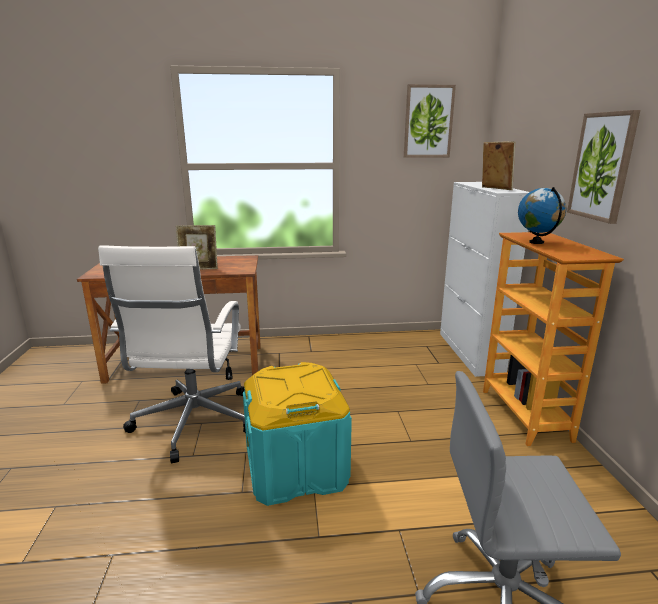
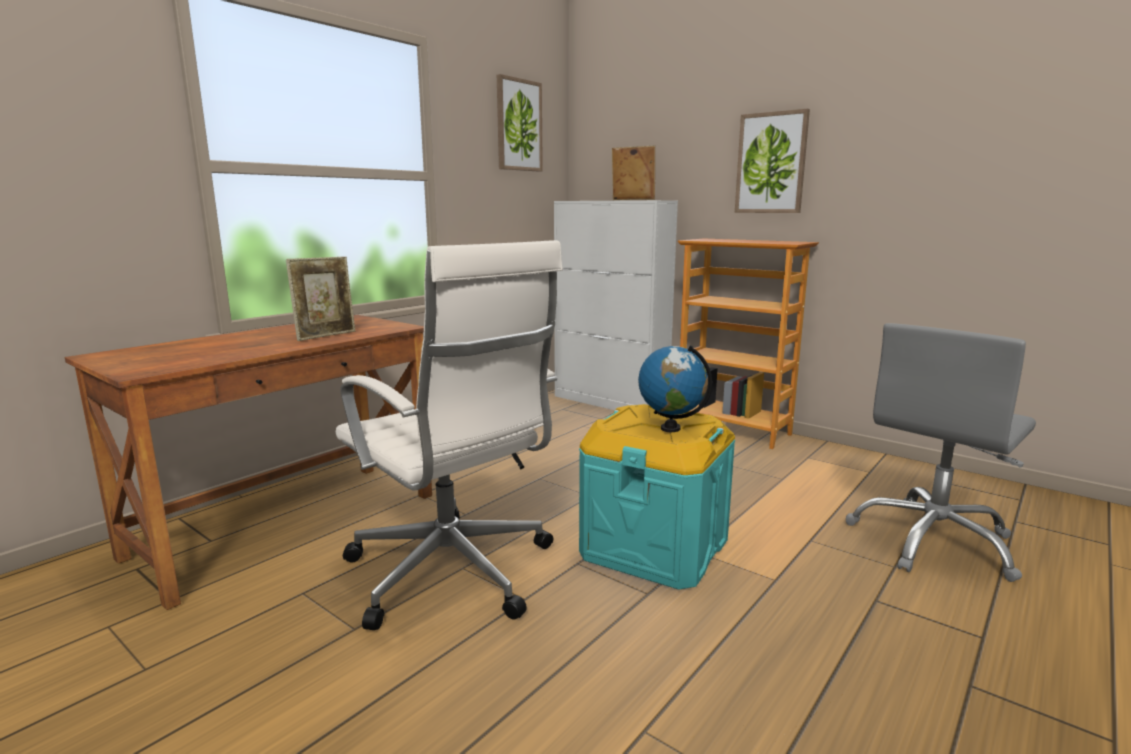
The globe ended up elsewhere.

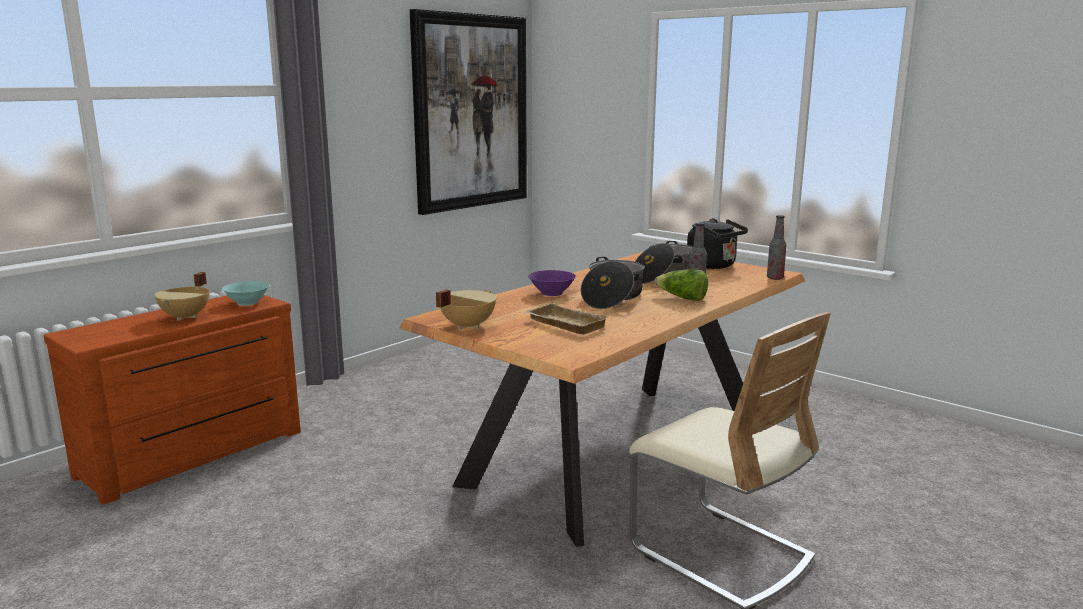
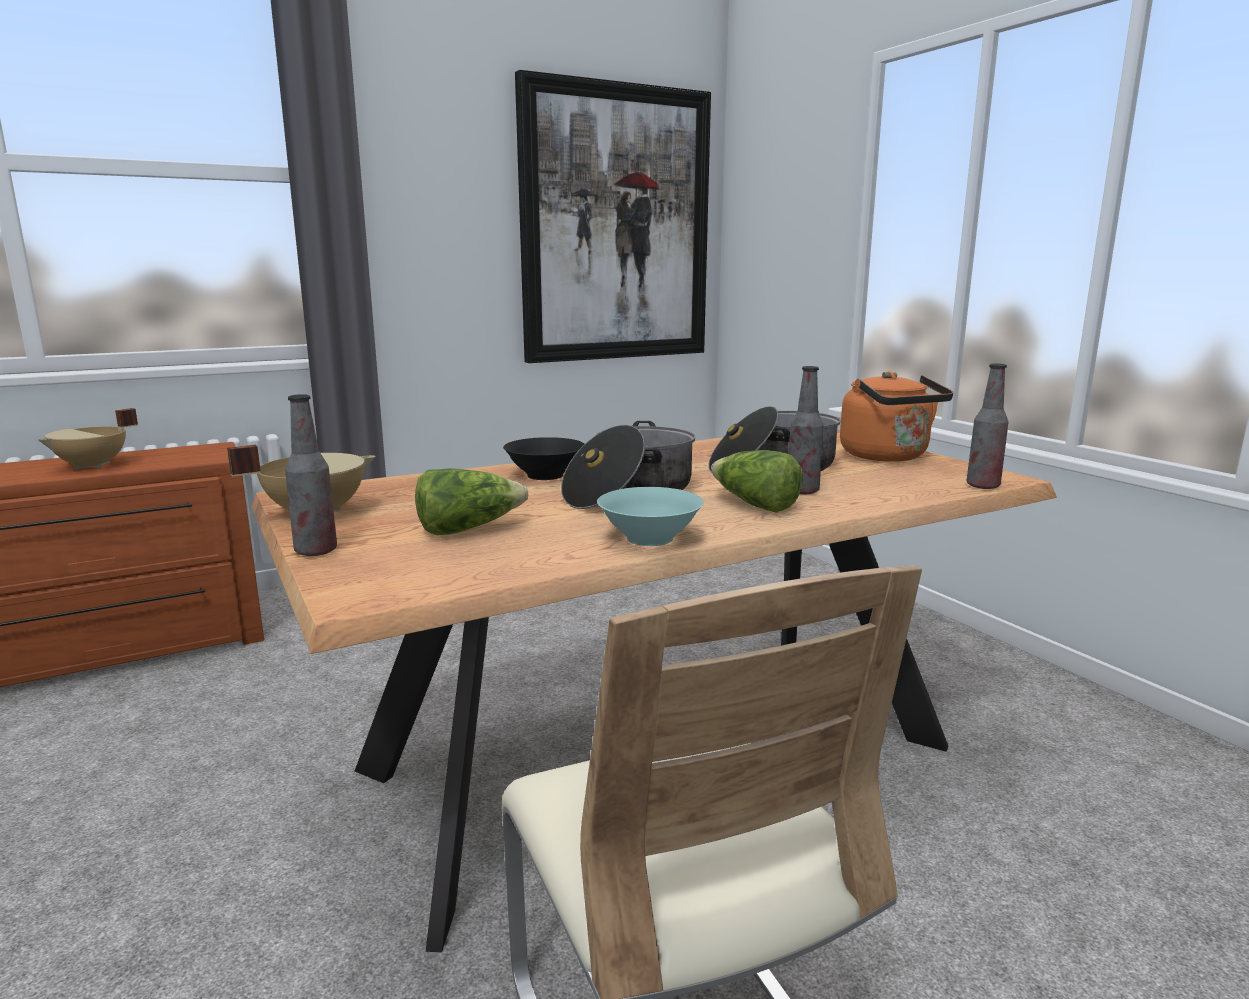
The second view gained the bottle (no. 1 from left).
The turquoise bowl ended up elsewhere.
Where the beige tray stood, the lettuce (no. 1 from left) came to stand.
What was the purple bowl turned into the black bowl.
What was the black kettle turned into the orange kettle.

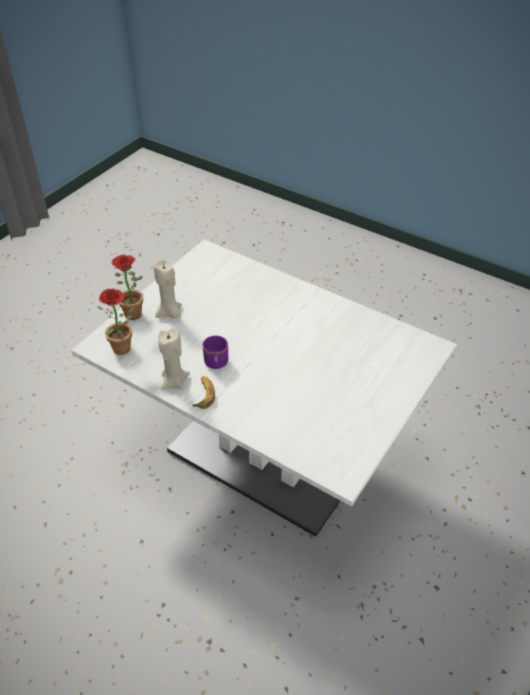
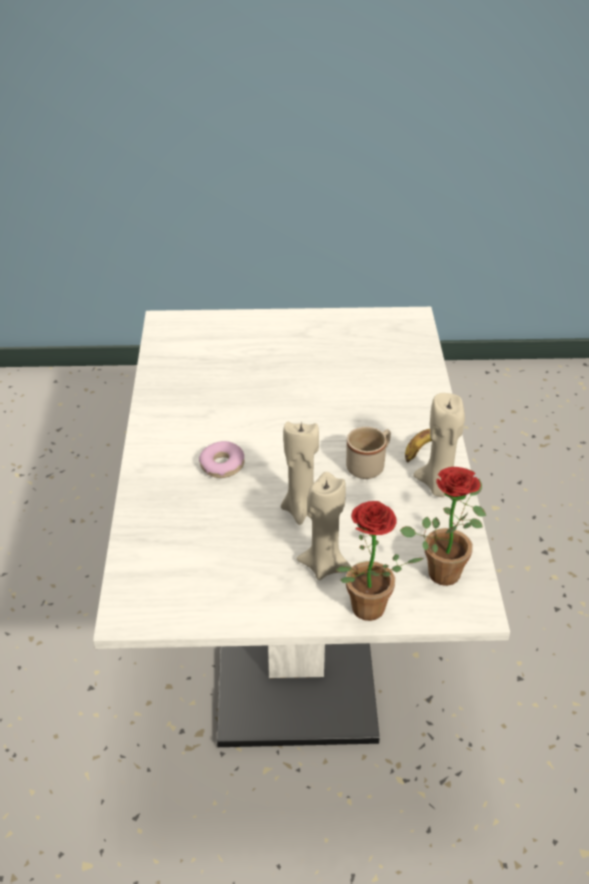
The second view gained the donut.
The second view gained the beige candle (no. 1 from left).
What was the purple mug turned into the beige mug.

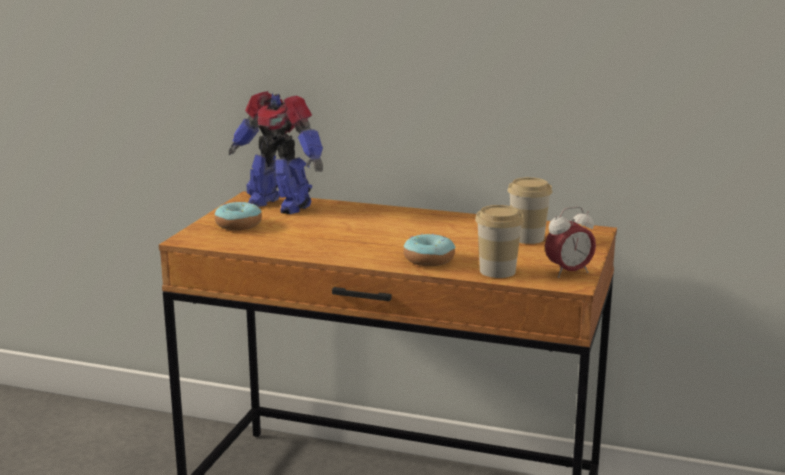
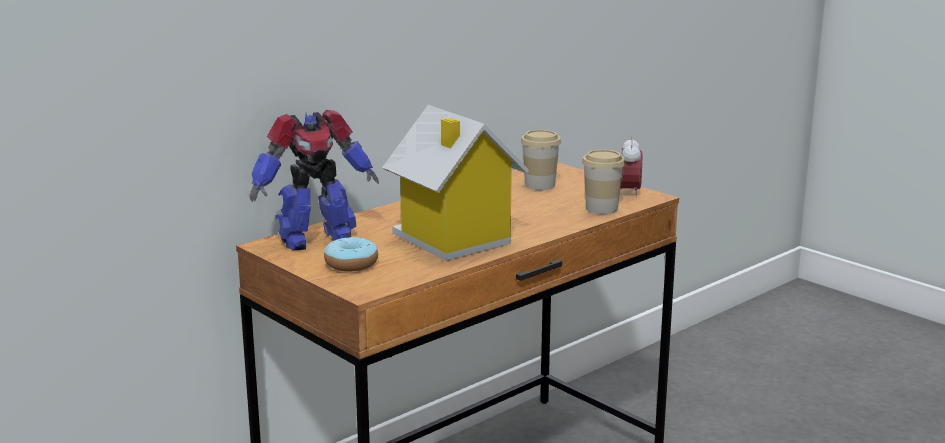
The second view lost the donut (no. 2 from left).
The second view gained the toy house.

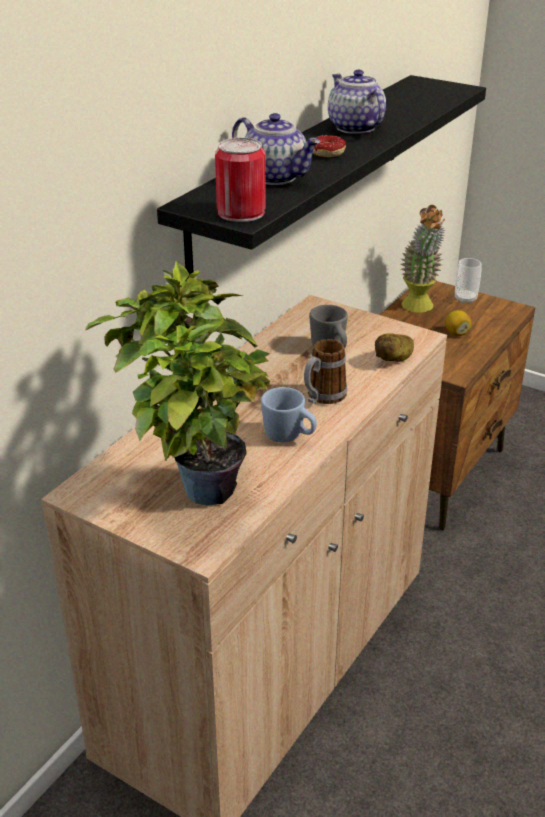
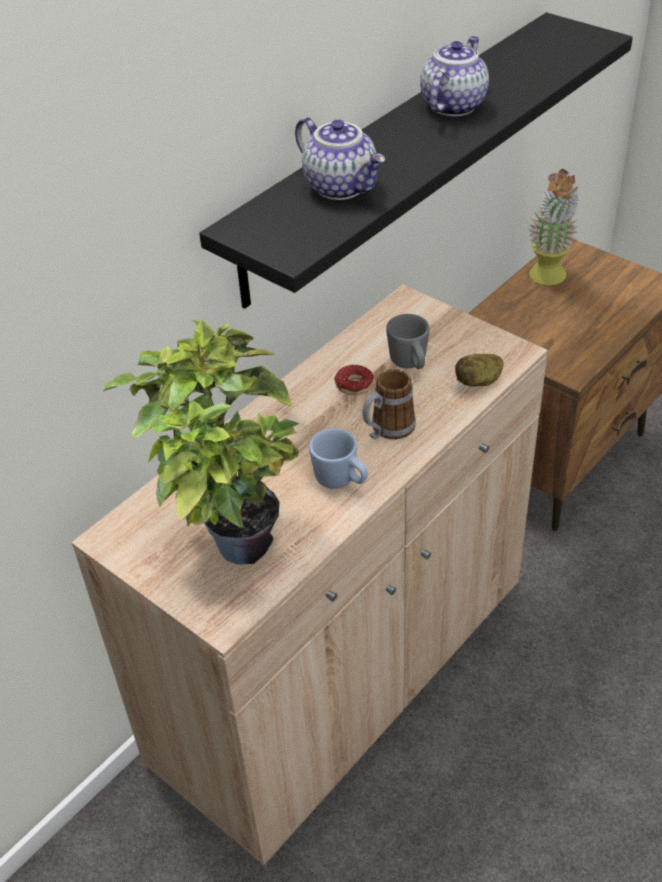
The second view lost the can.
The second view lost the lemon.
The second view lost the cup.
The donut ended up elsewhere.
The teapot (no. 2 from left) ended up facing another way, 45 degrees clockwise from before.

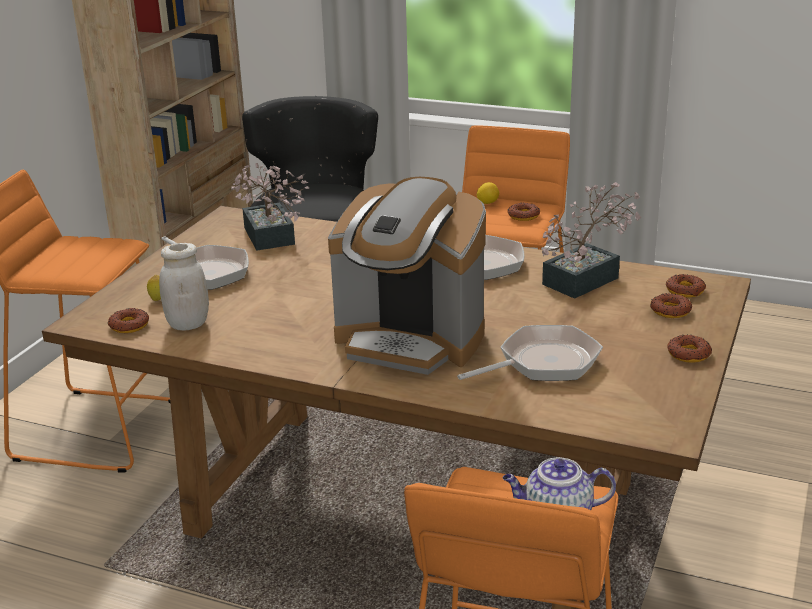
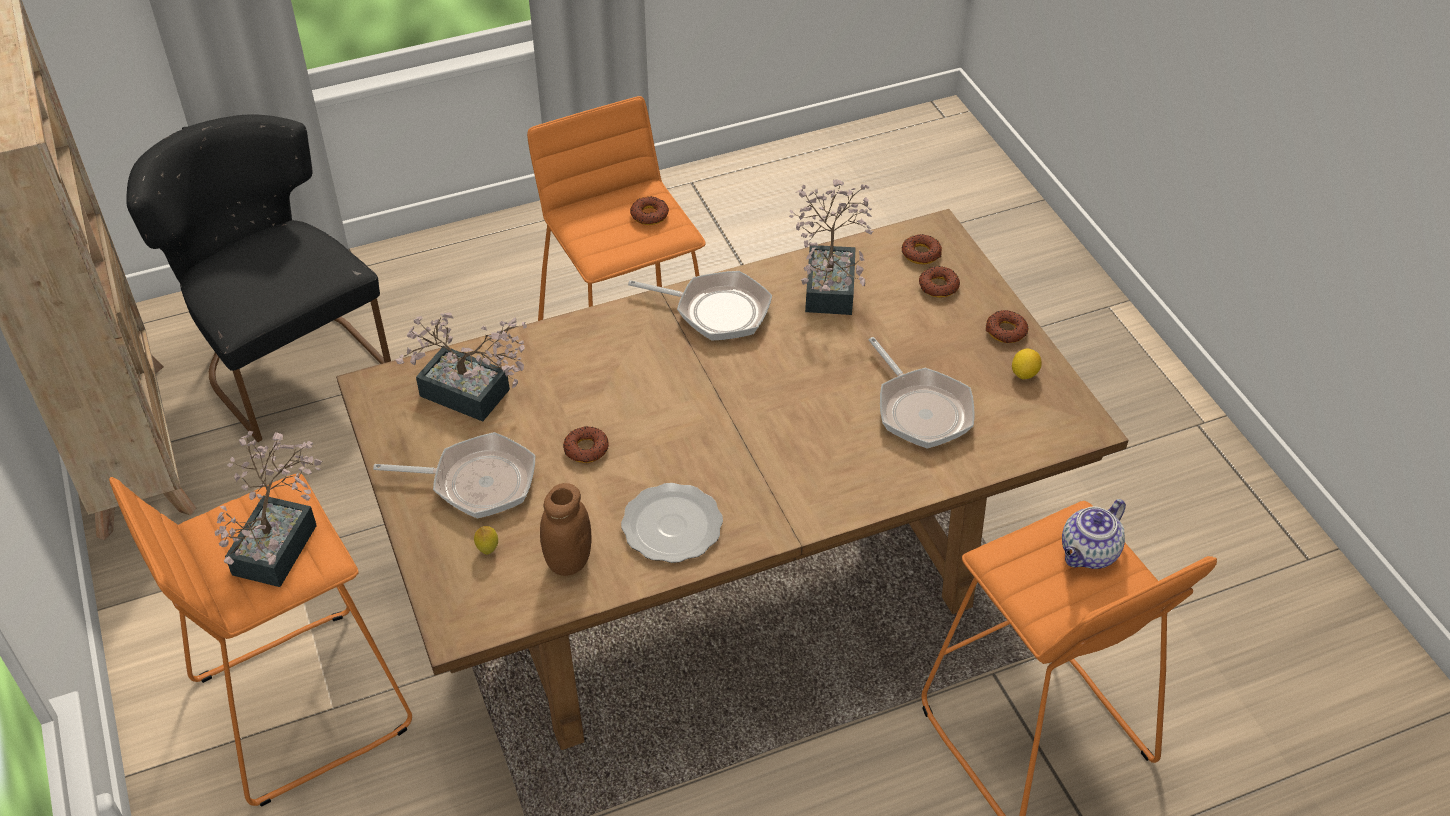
The second view lost the coffee machine.
The second view gained the potted plant (no. 1 from left).
The second view gained the plate.
The donut (no. 1 from left) ended up elsewhere.
The lemon (no. 2 from left) ended up elsewhere.
What was the white jar turned into the brown jar.
The frying pan (no. 3 from left) ended up facing another way, 135 degrees clockwise from before.

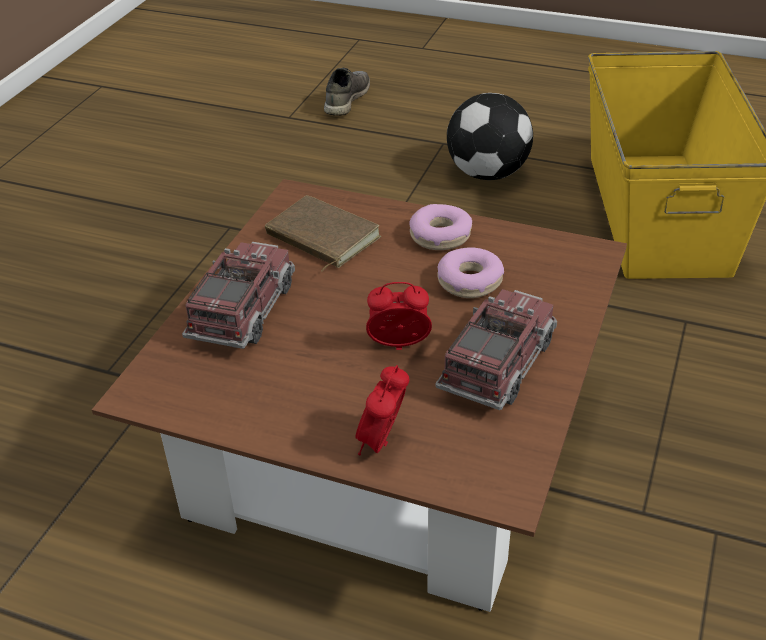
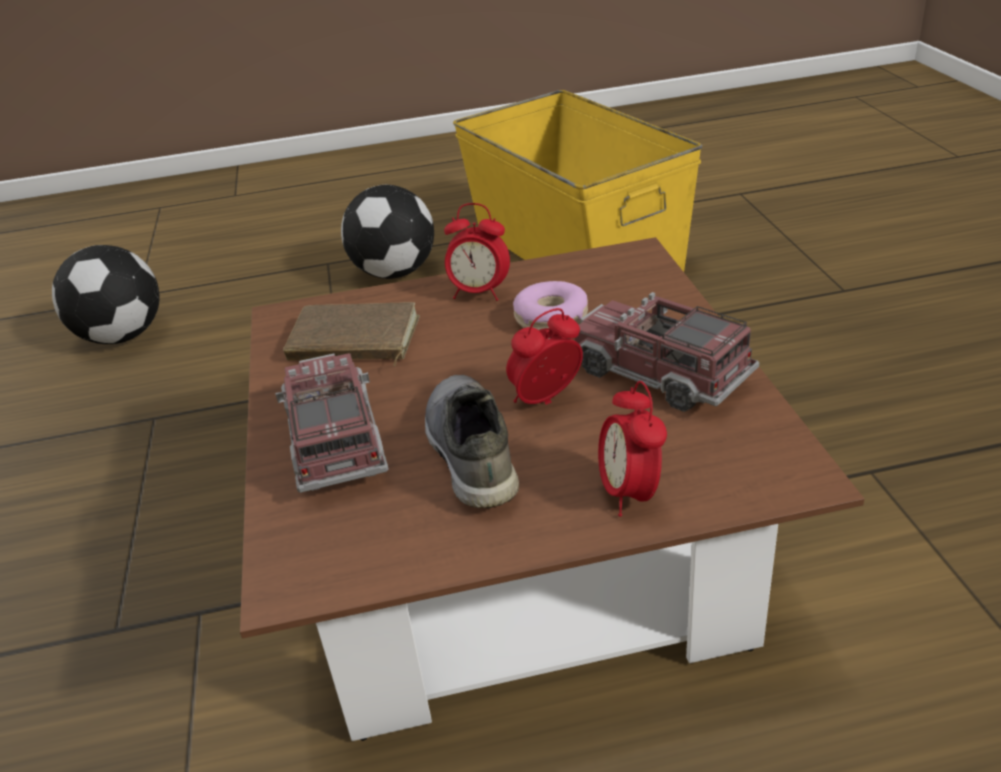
The second view gained the football (no. 1 from left).
The grey shoe ended up elsewhere.
Where the donut (no. 1 from left) stood, the alarm clock (no. 1 from left) came to stand.
The toy truck (no. 2 from left) ended up facing another way, 45 degrees counterclockwise from before.

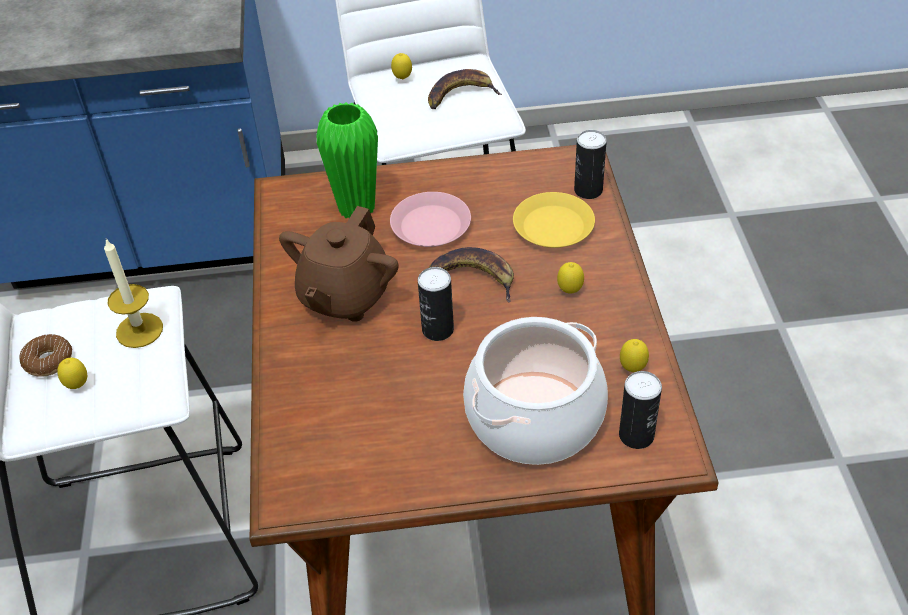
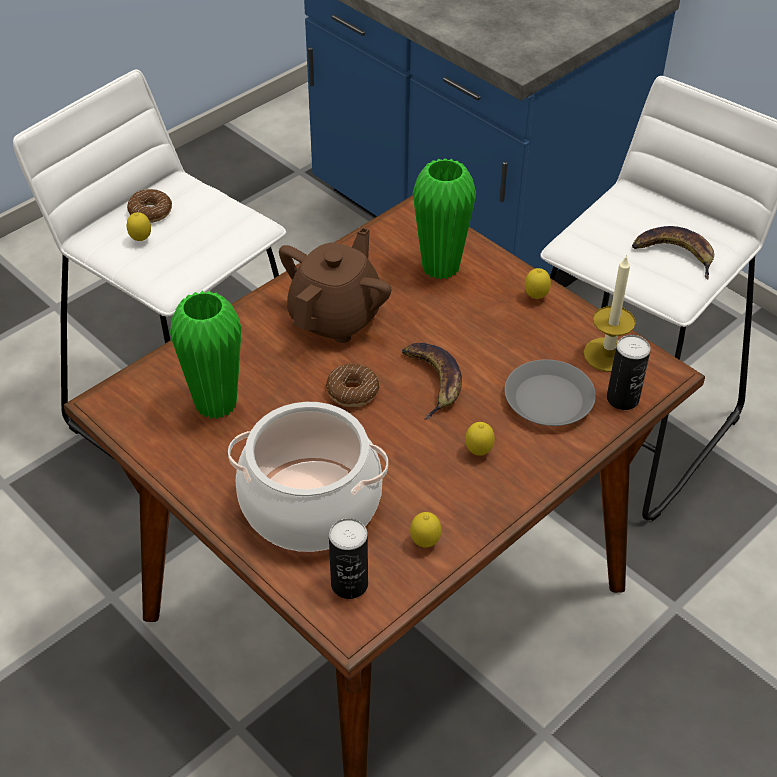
The second view lost the pink plate.
The second view gained the green vase (no. 1 from left).
The candle ended up elsewhere.
The lemon (no. 2 from left in the first image) ended up elsewhere.
Where the can (no. 1 from left) stood, the donut (no. 2 from left) came to stand.
What was the yellow plate turned into the grey plate.
The brown teapot ended up facing another way, 135 degrees clockwise from before.

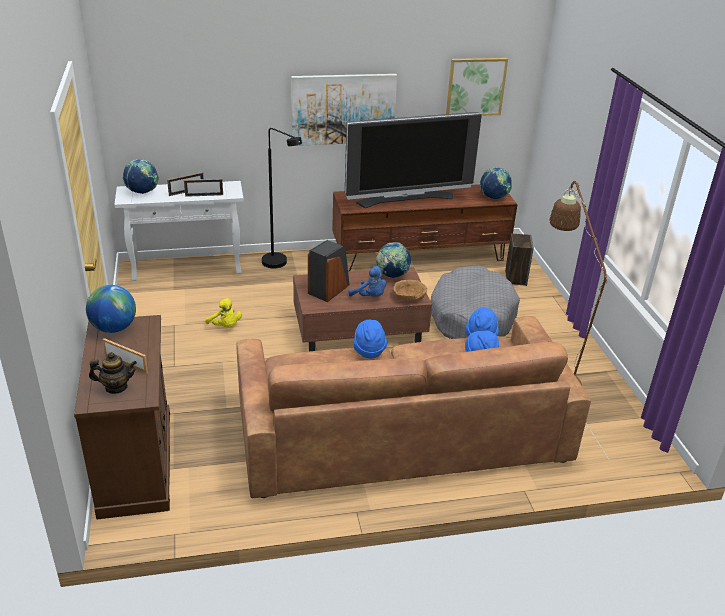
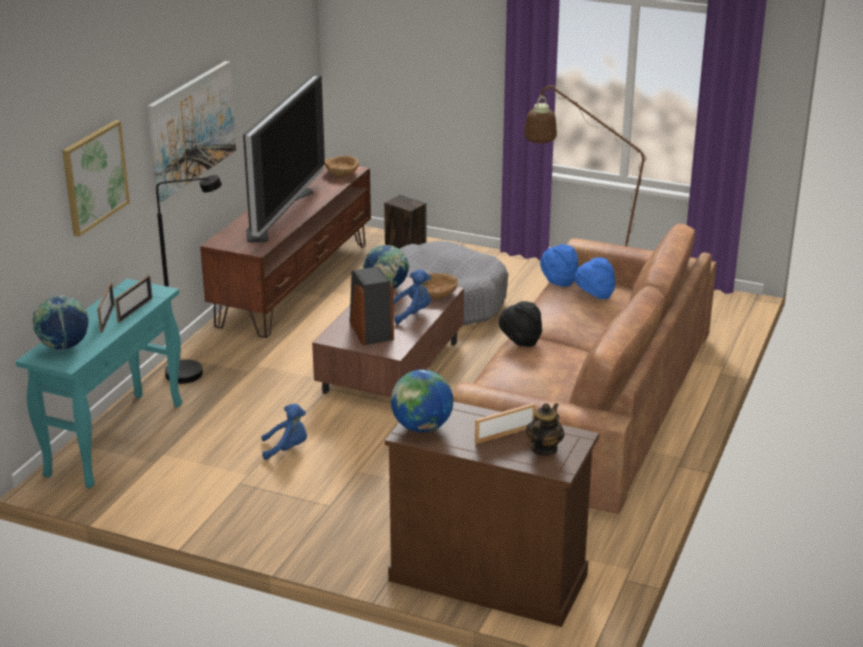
The picture (no. 2 from left in the first image) ended up elsewhere.
Where the globe (no. 4 from left) stood, the brown bowl (no. 1 from left) came to stand.
What was the white console table turned into the turquoise console table.
What was the yellow plush toy turned into the blue plush toy (no. 1 from left).
What was the blue hat (no. 1 from left) turned into the black hat.

